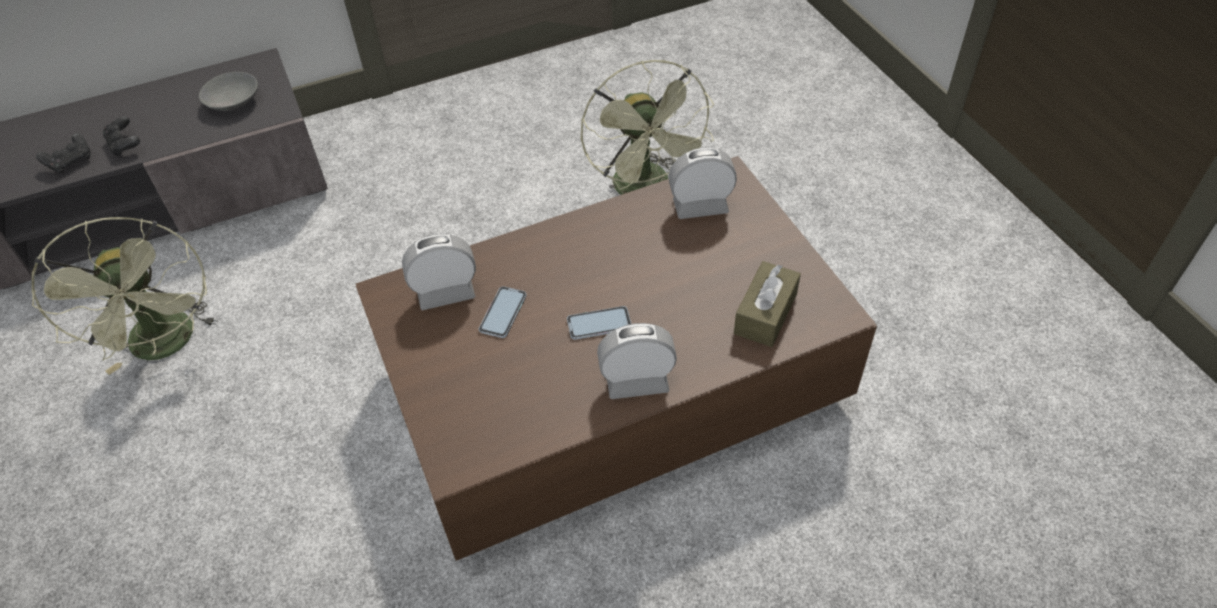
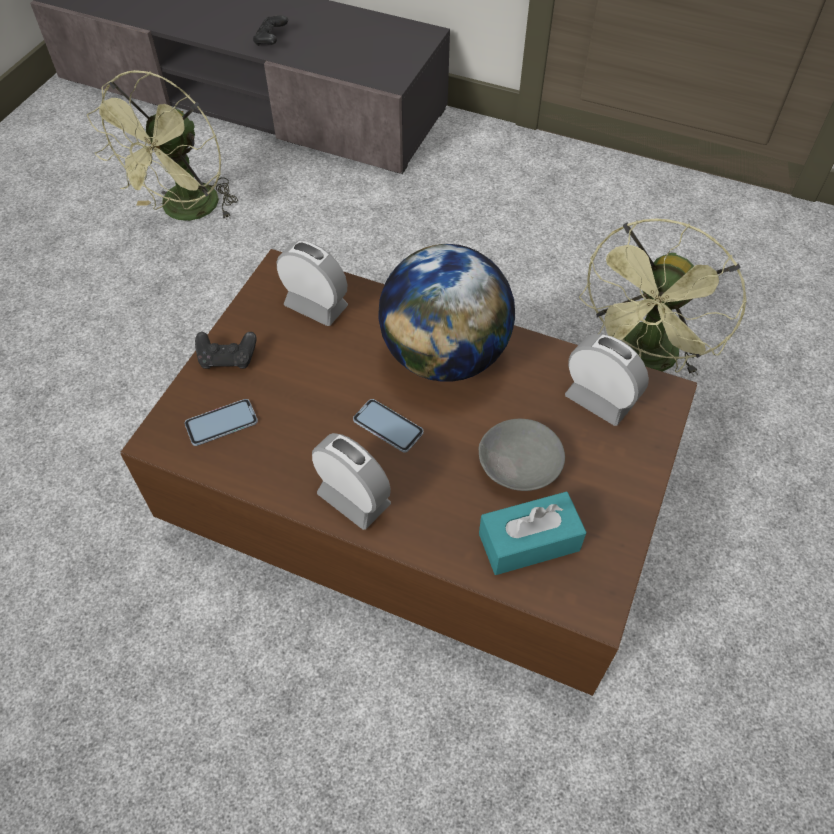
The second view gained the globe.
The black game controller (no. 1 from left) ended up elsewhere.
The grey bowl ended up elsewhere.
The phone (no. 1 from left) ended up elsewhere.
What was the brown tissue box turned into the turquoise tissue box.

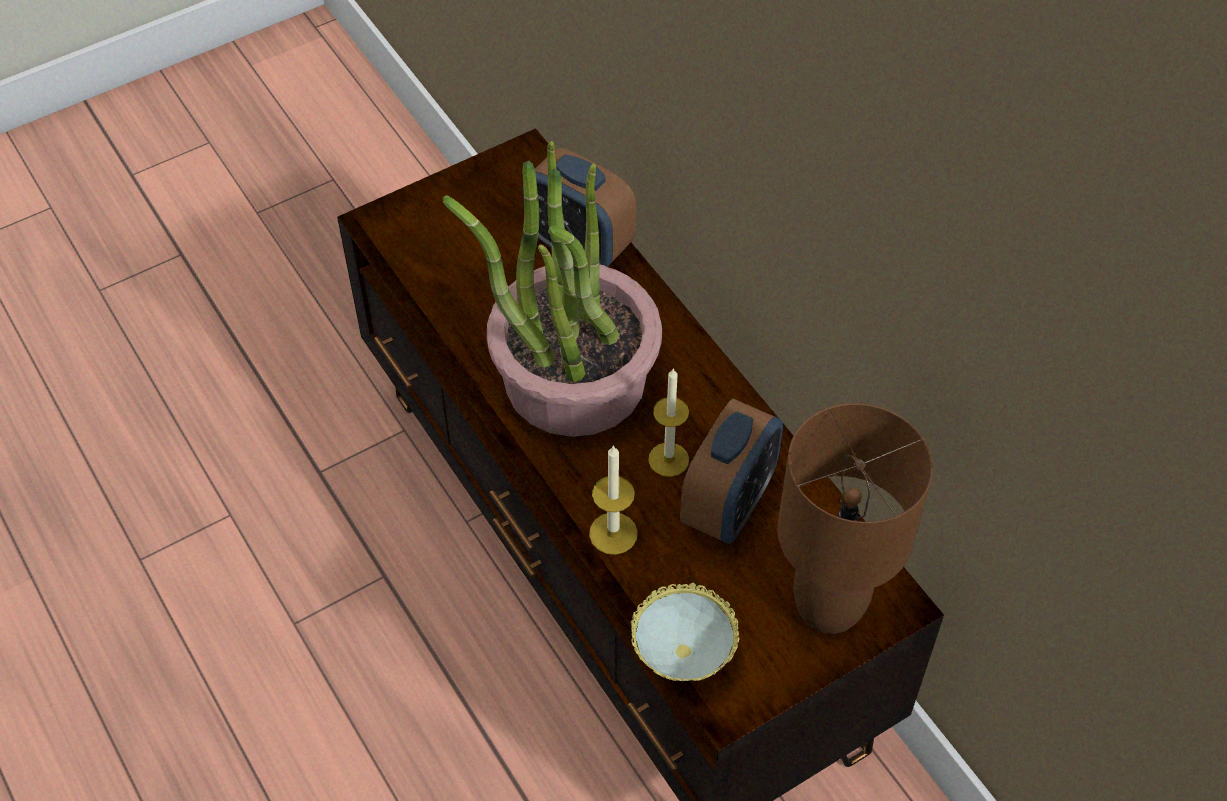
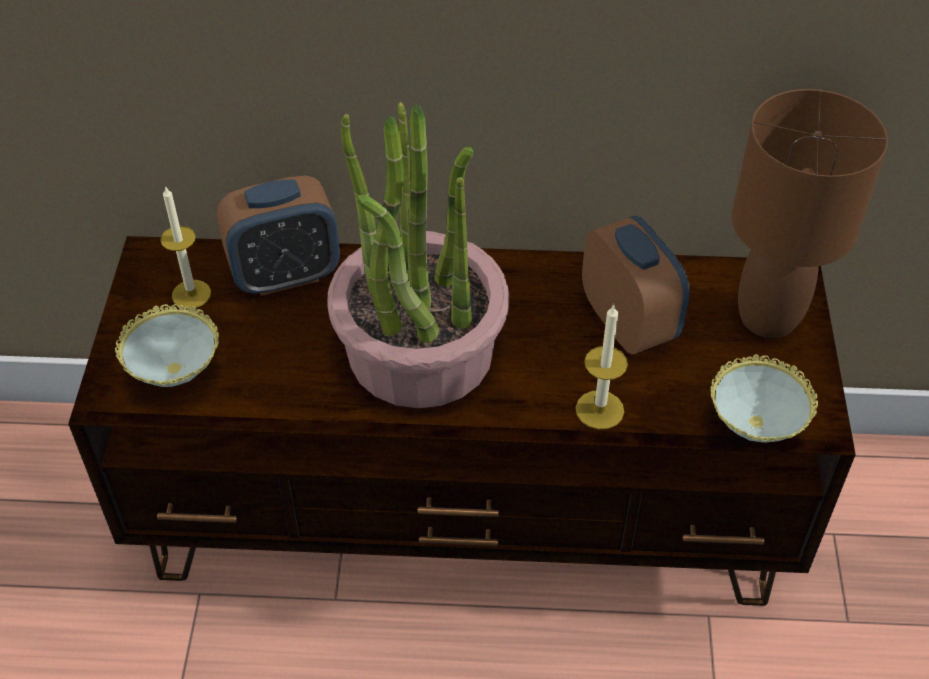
The second view gained the bowl (no. 1 from left).
The candle (no. 2 from left in the first image) ended up elsewhere.

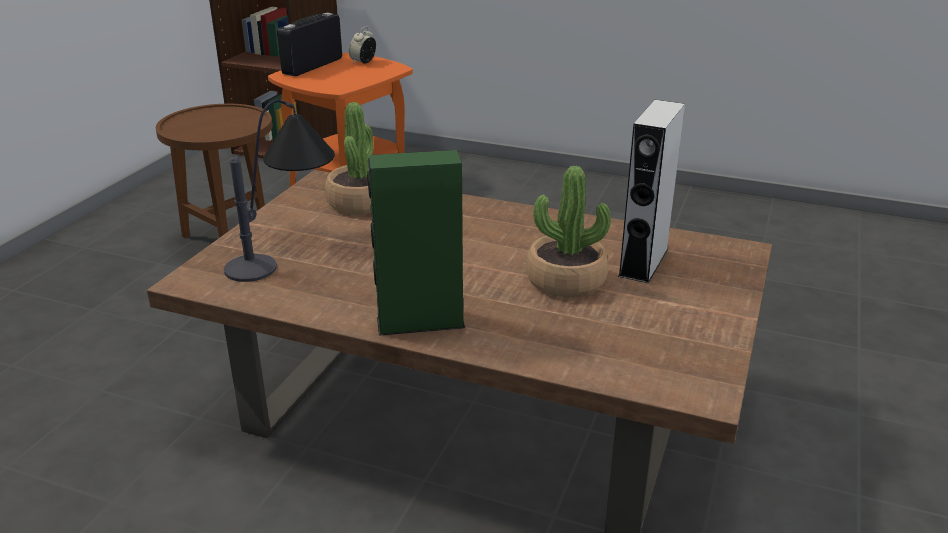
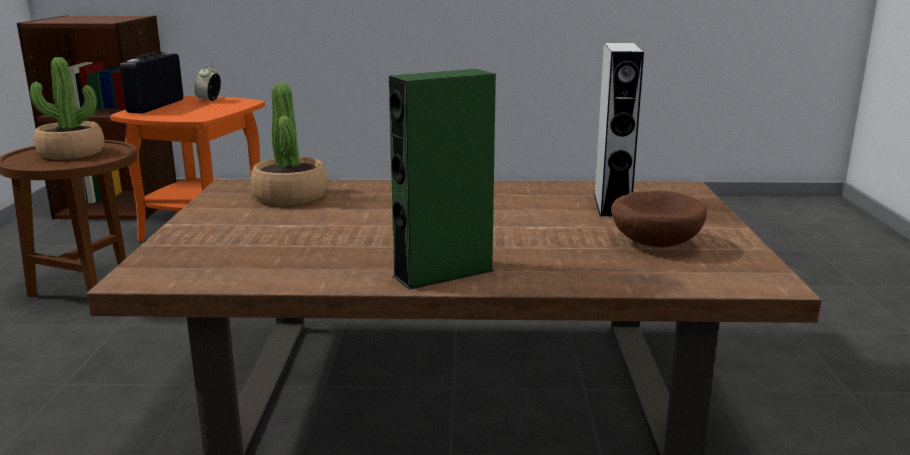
The second view lost the table lamp.
The second view gained the brown bowl.
The potted plant (no. 2 from left in the first image) ended up elsewhere.

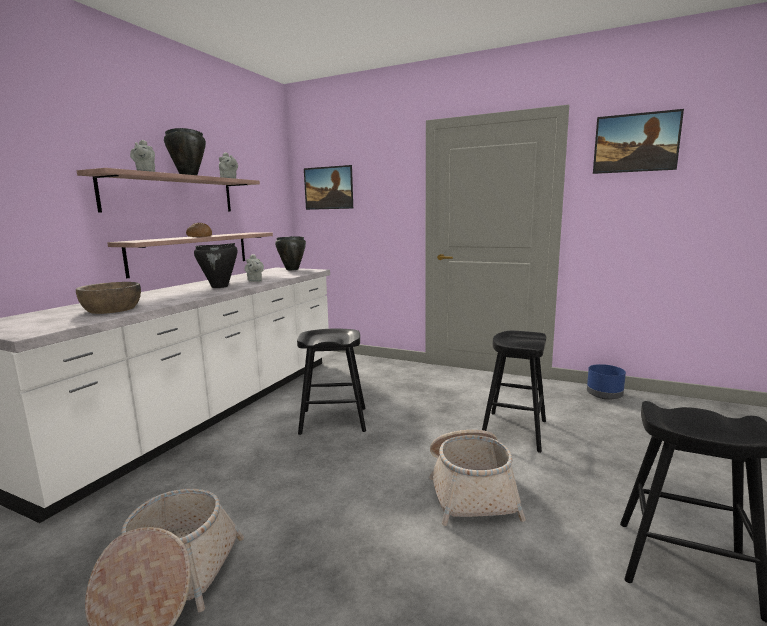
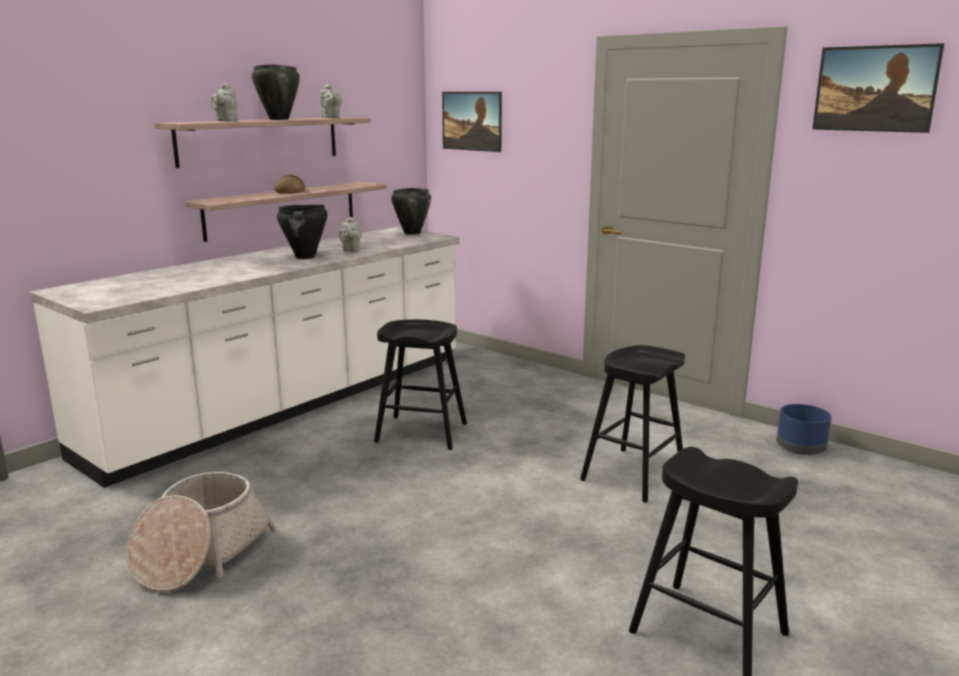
The second view lost the brown bowl.
The second view lost the basket (no. 2 from left).

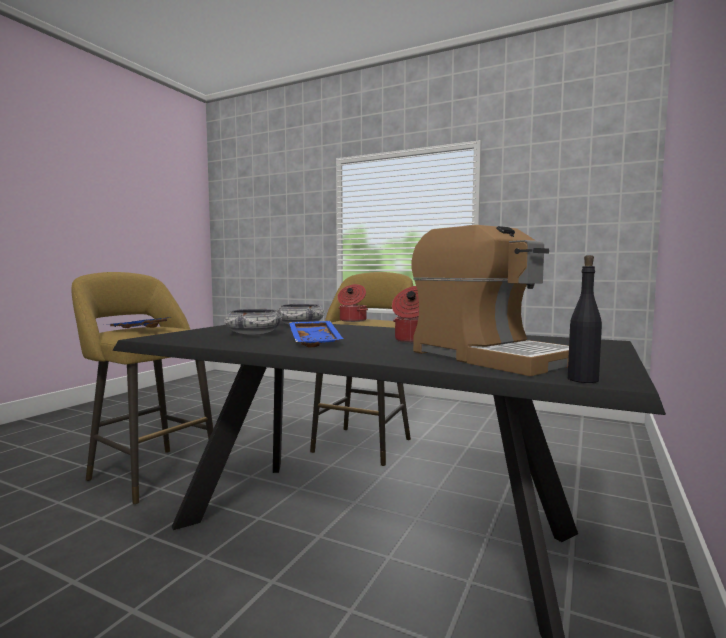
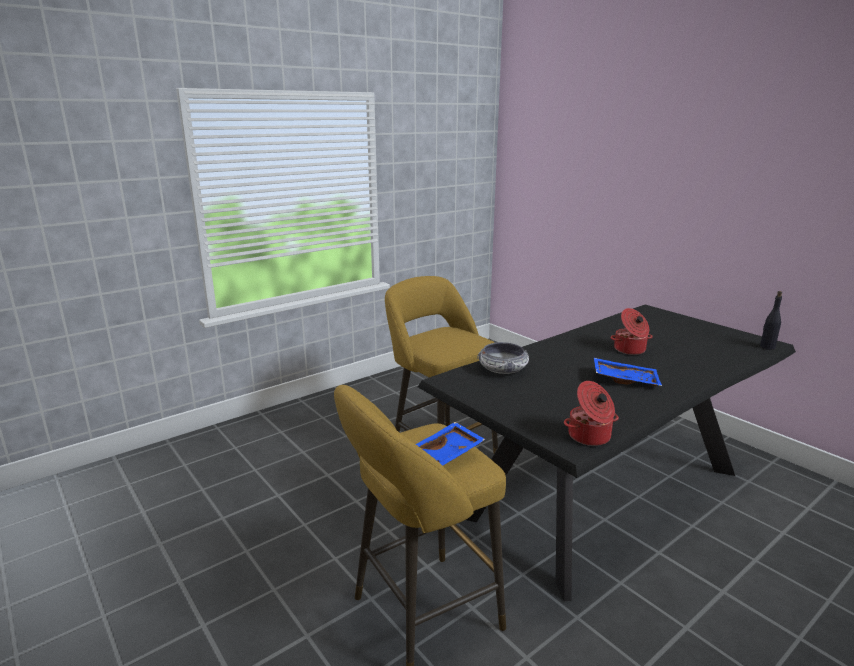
The second view lost the bowl (no. 1 from left).
The second view lost the coffee machine.
The cooking pot (no. 1 from left) ended up elsewhere.

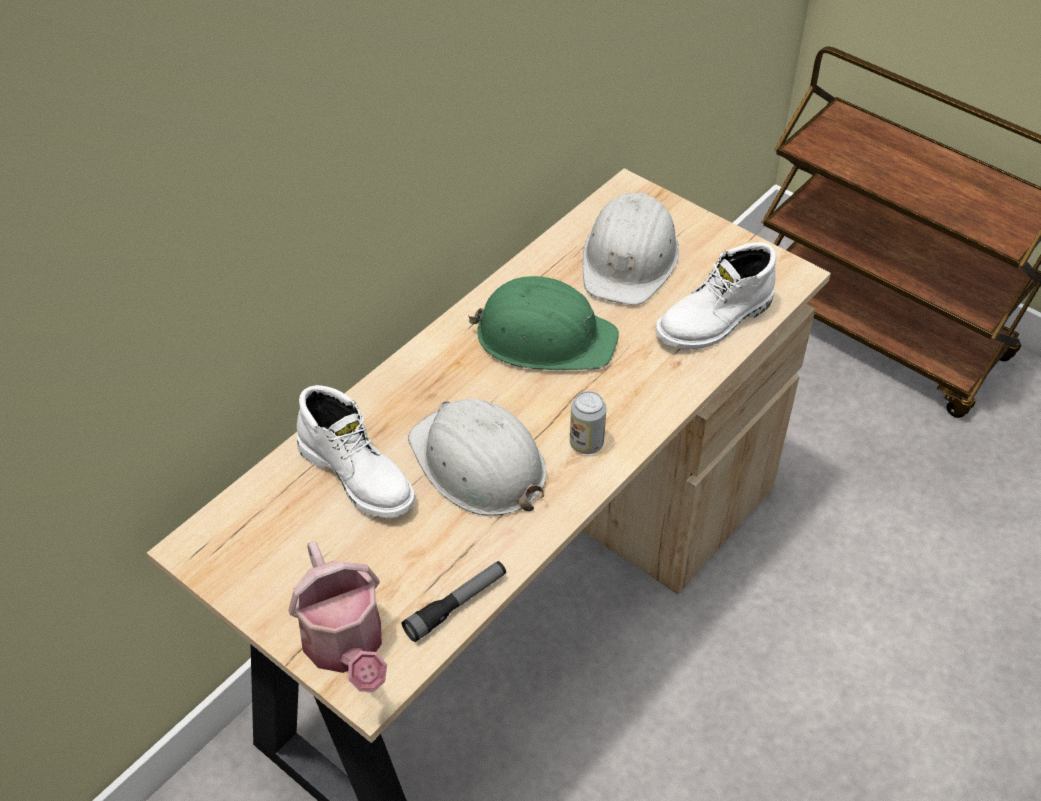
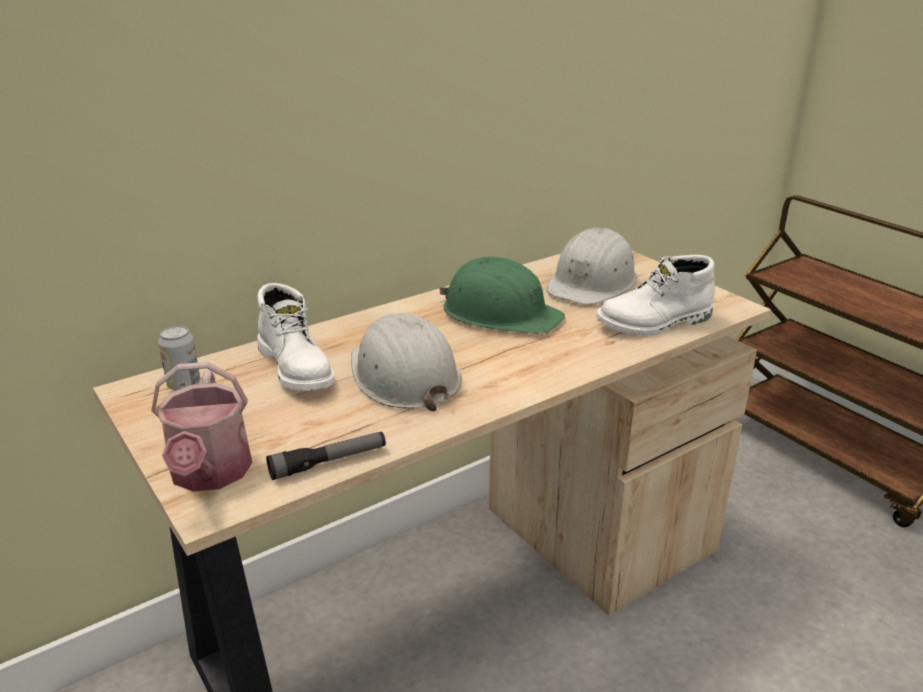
The can ended up elsewhere.

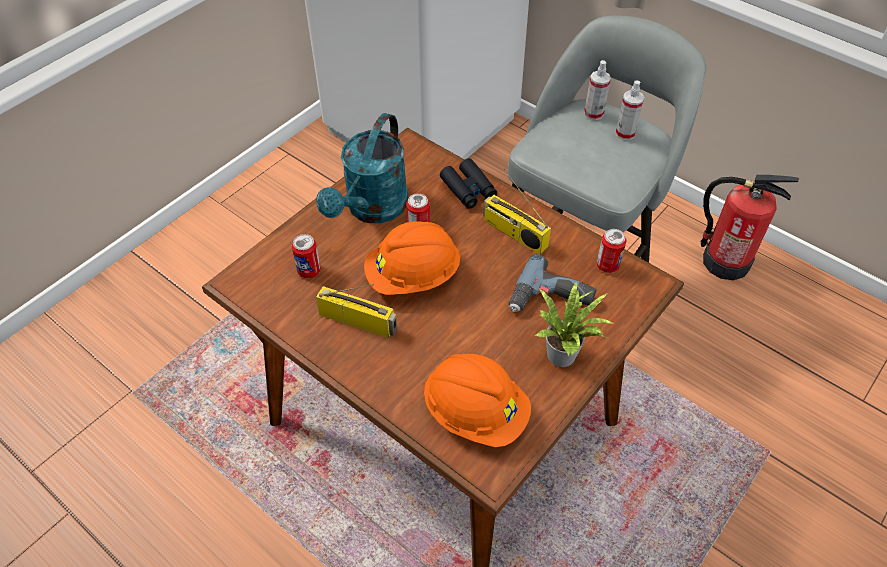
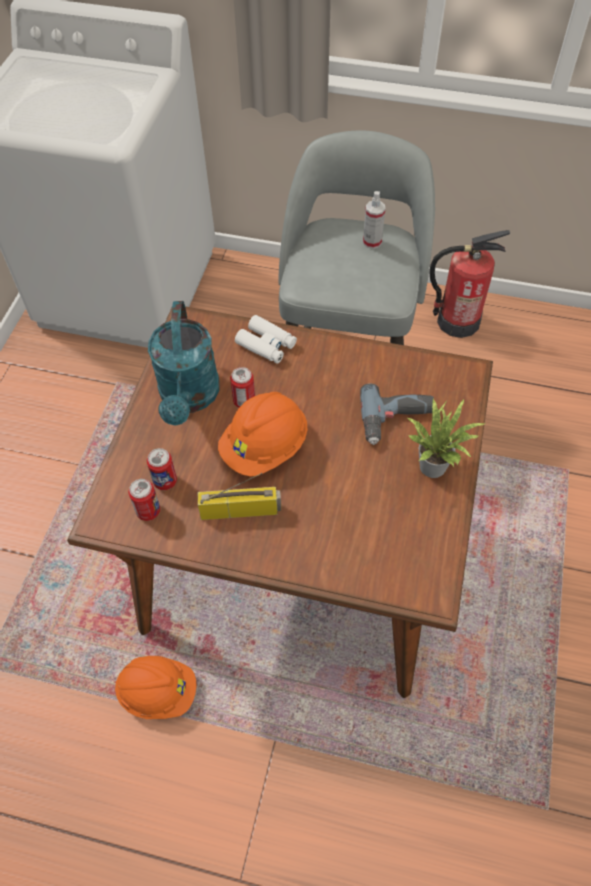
The second view lost the radio (no. 2 from left).
The second view lost the spray bottle (no. 1 from left).
The orange hard hat (no. 2 from left in the first image) ended up elsewhere.
The can (no. 3 from left in the first image) ended up elsewhere.
What was the black binoculars turned into the white binoculars.

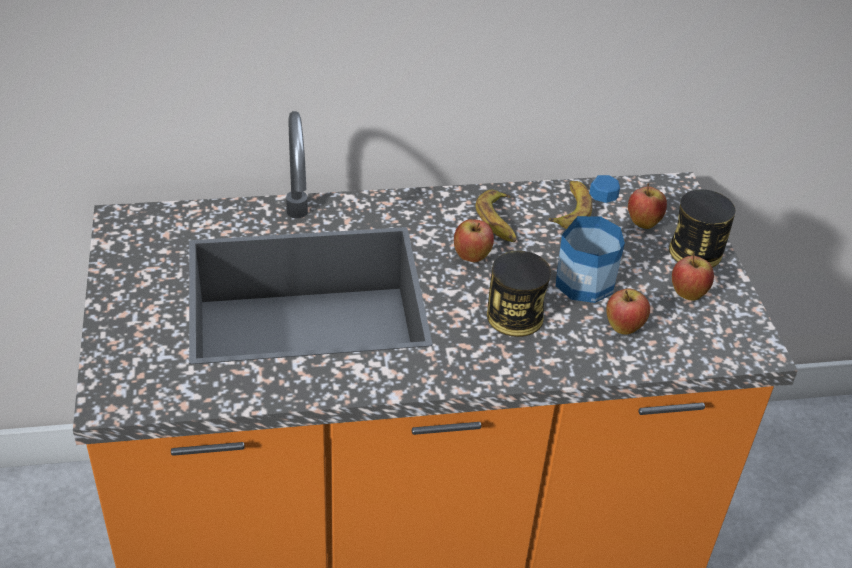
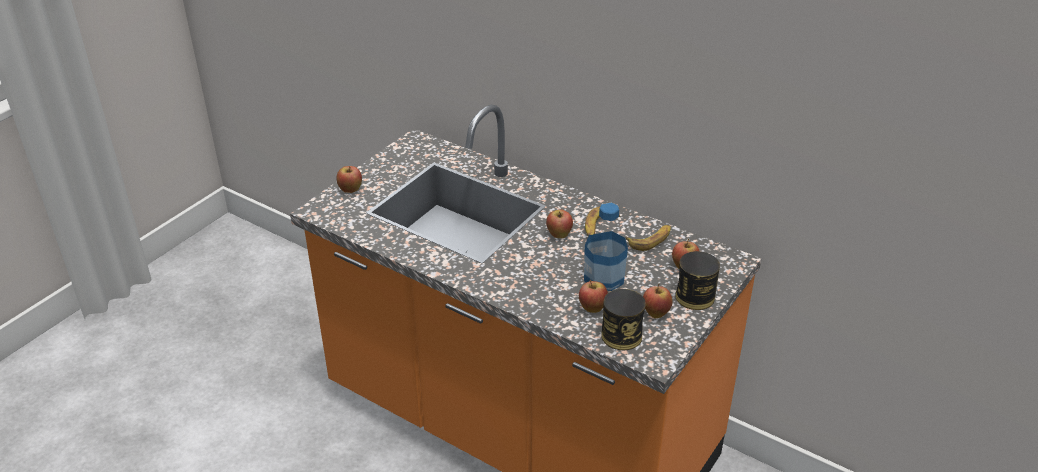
The second view gained the apple (no. 1 from left).
The can (no. 1 from left) ended up elsewhere.

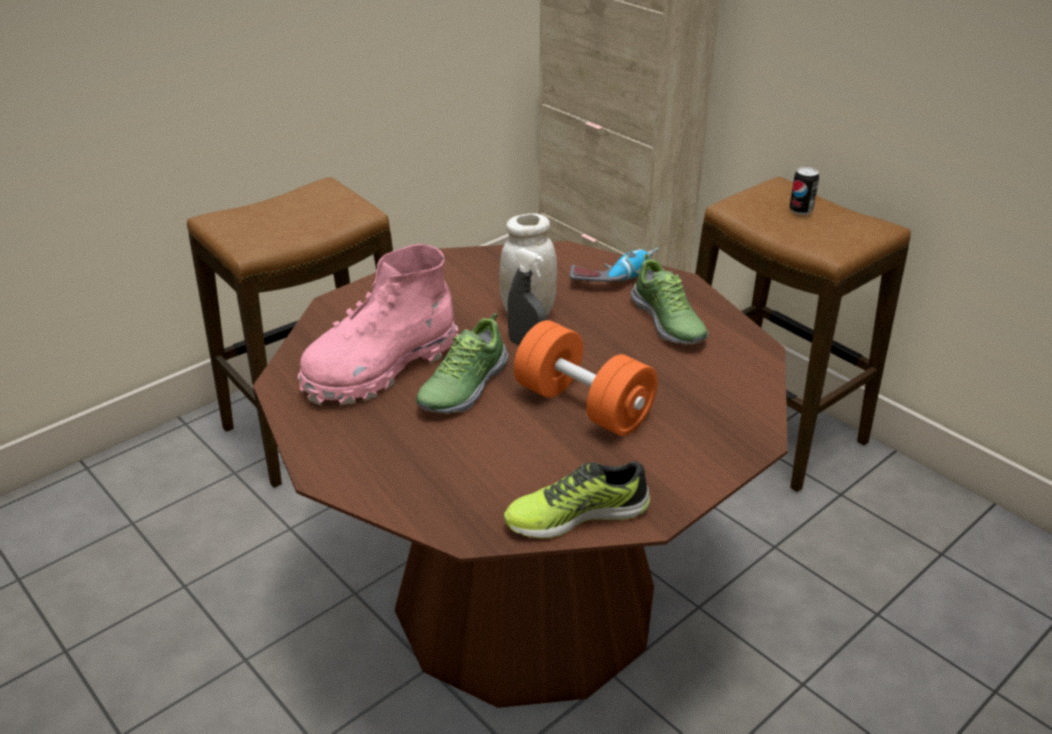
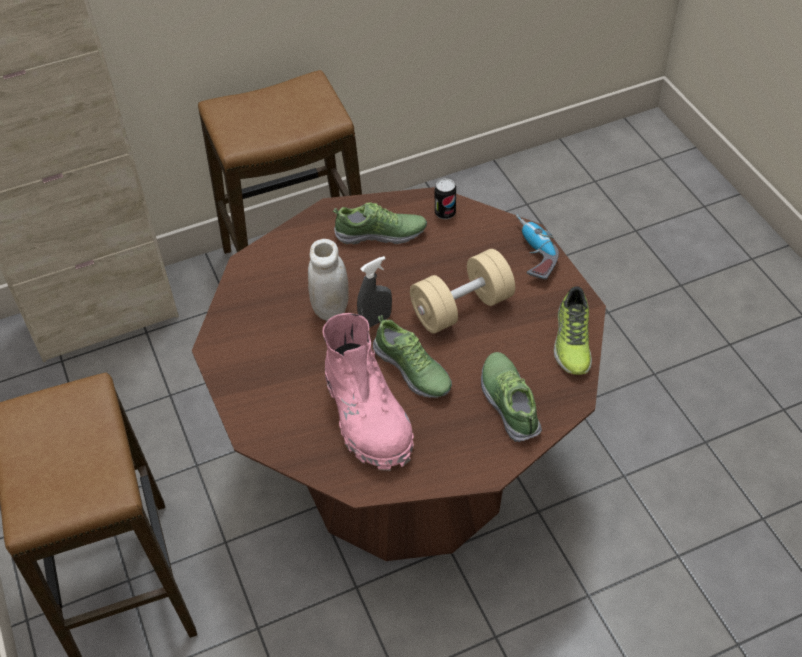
The second view gained the shoe (no. 3 from left).
The power drill ended up elsewhere.
The can ended up elsewhere.
What was the orange dumbbell turned into the beige dumbbell.

